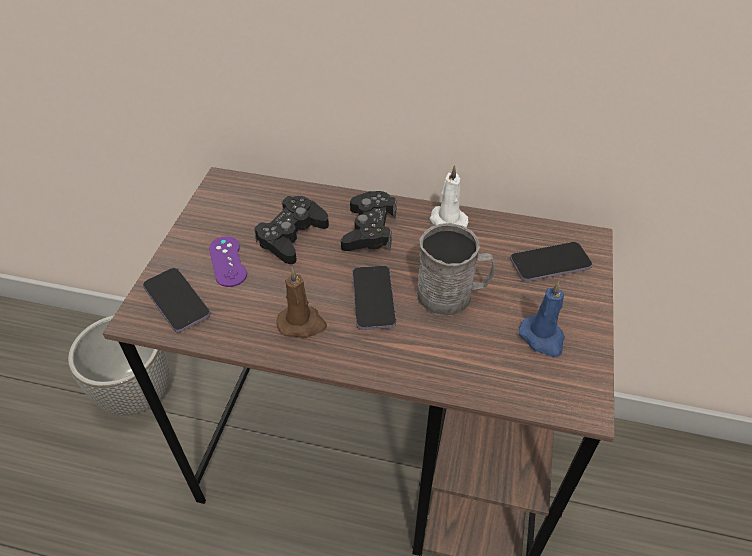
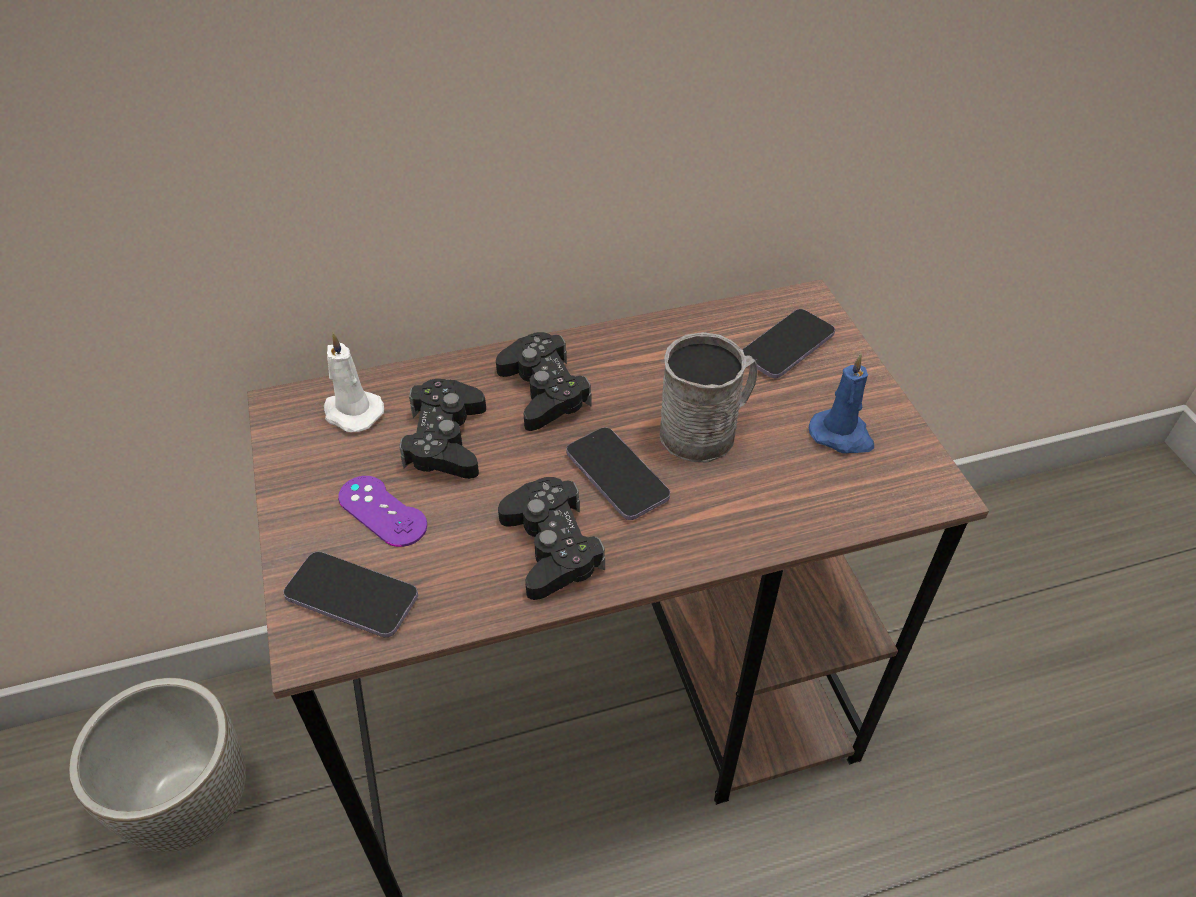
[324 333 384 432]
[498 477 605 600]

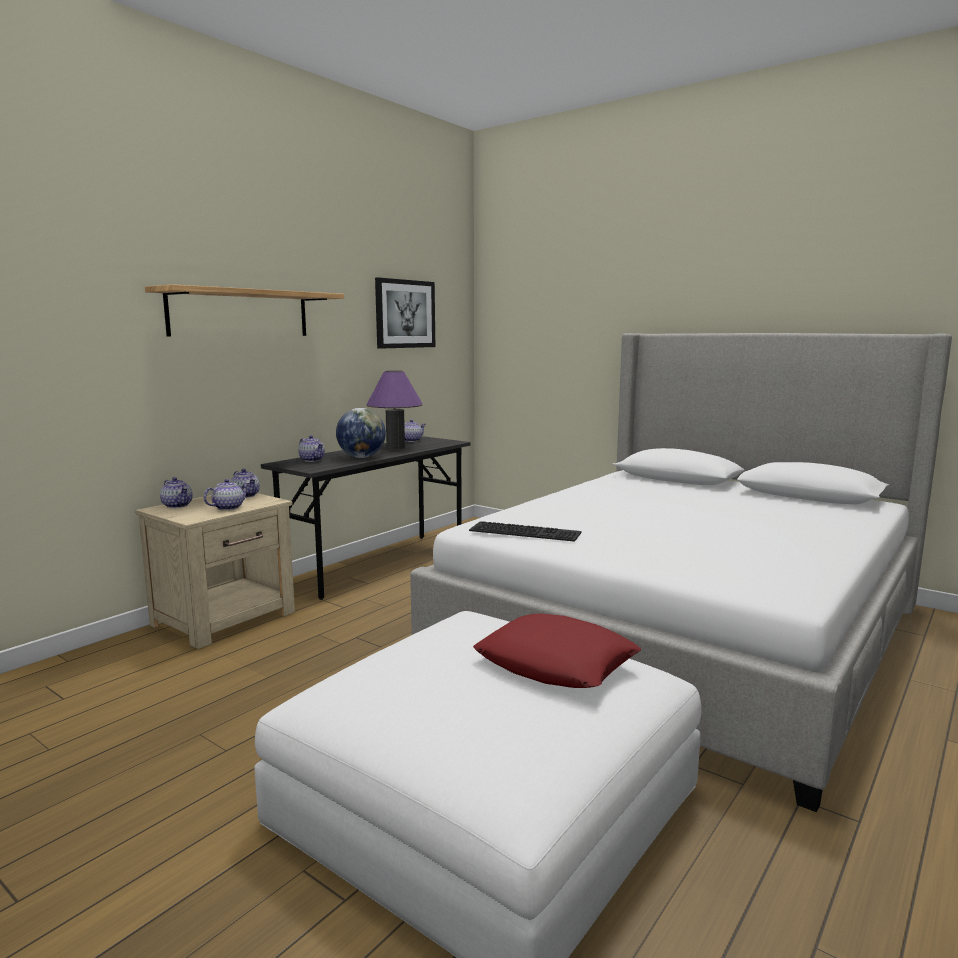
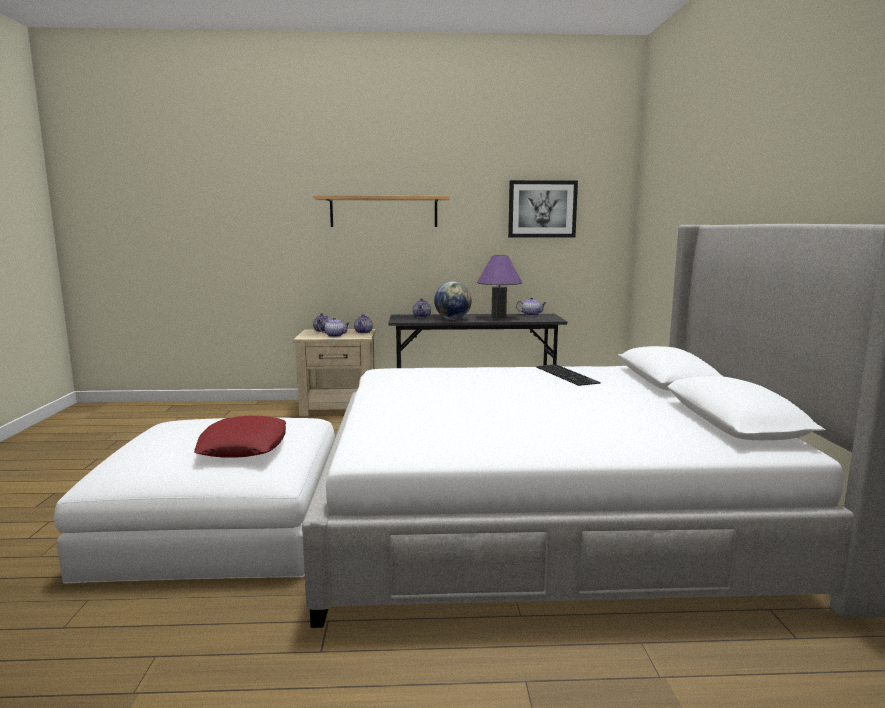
[536 364 601 386]

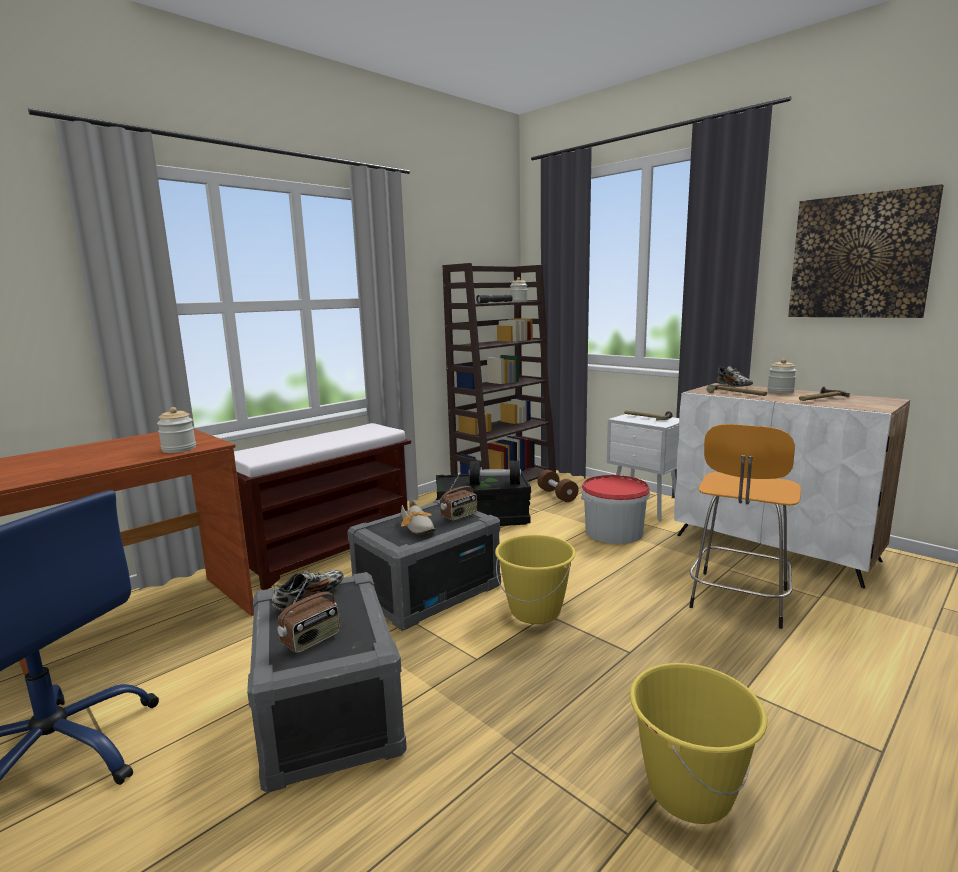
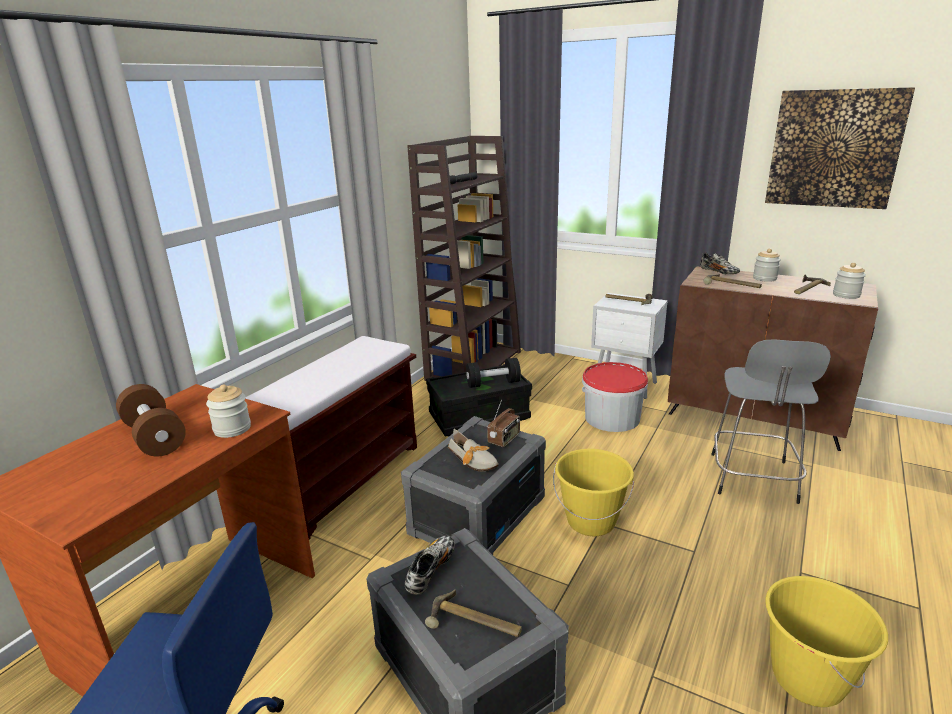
[833 262 866 299]
[668 266 878 451]
[711 339 831 504]
[116 384 186 457]
[425 589 522 637]

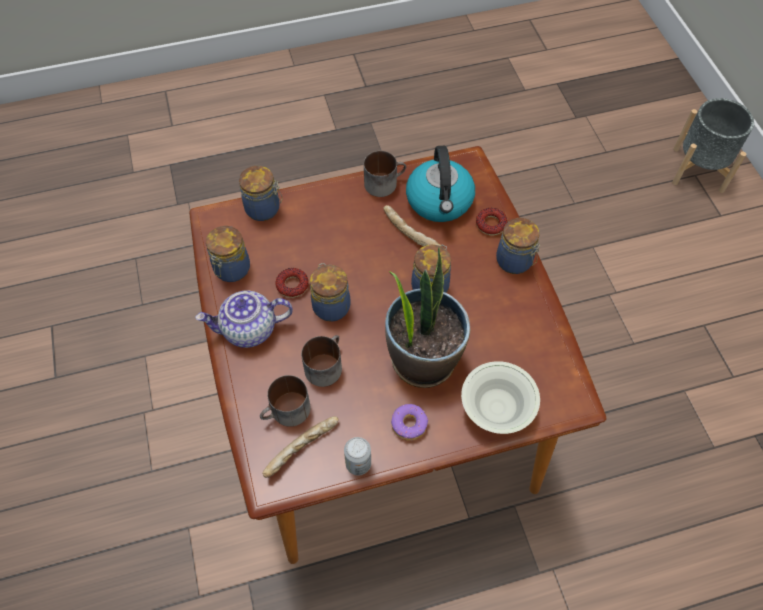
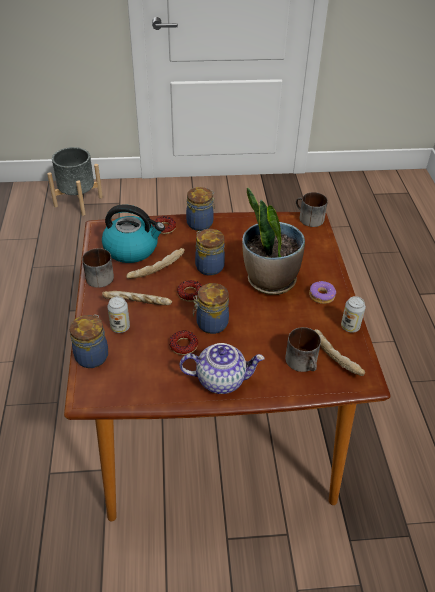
[206 226 250 282] (first image)
[179 343 265 394]
[296 192 328 227]
[461 361 540 434] (first image)
[177 280 202 302]
[102 291 172 305]
[107 296 130 333]

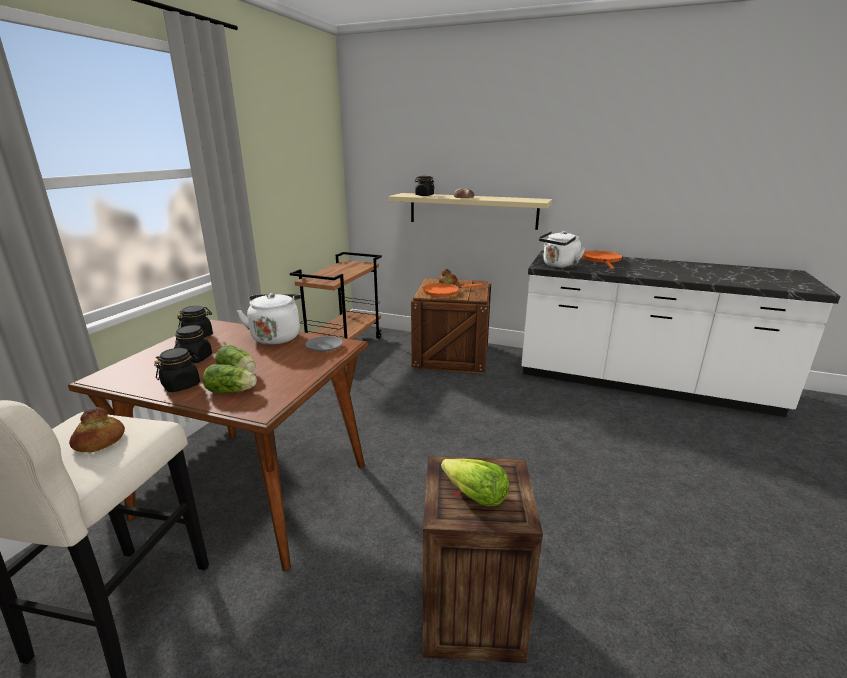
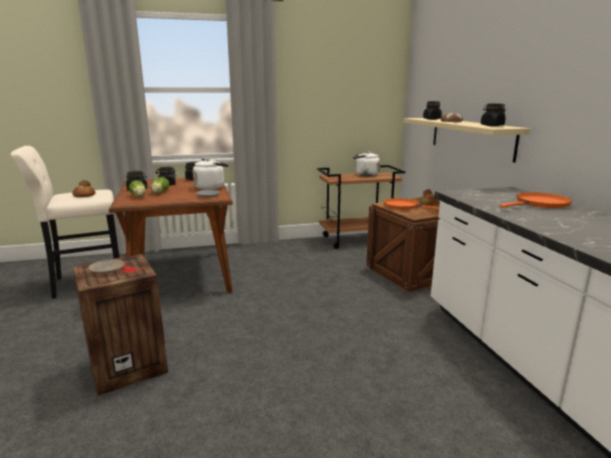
[353 152 380 176]
[88 259 125 274]
[481 103 506 126]

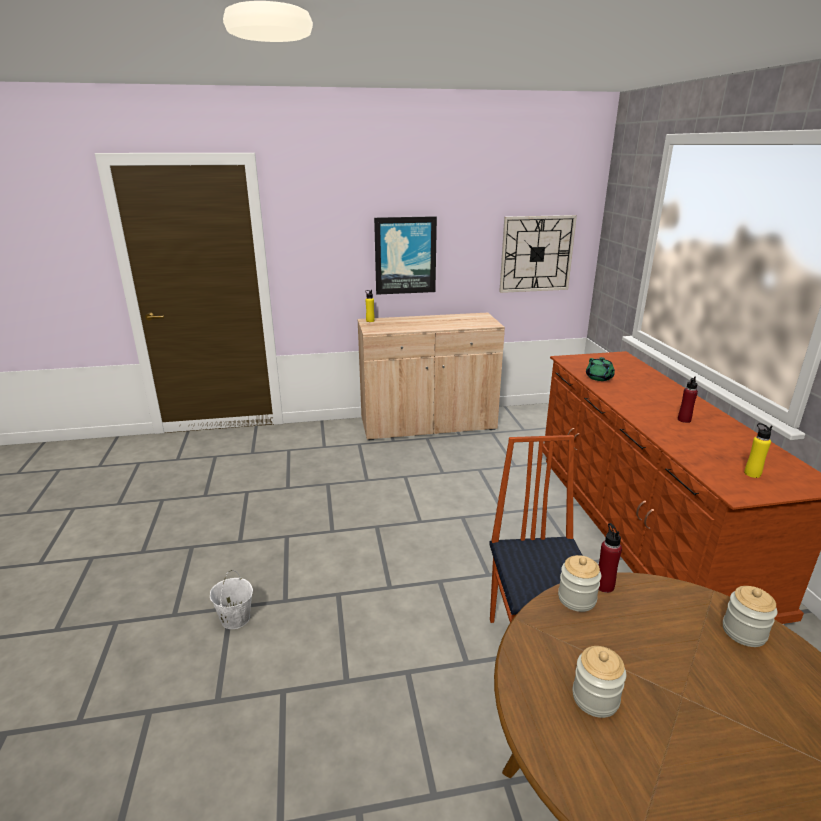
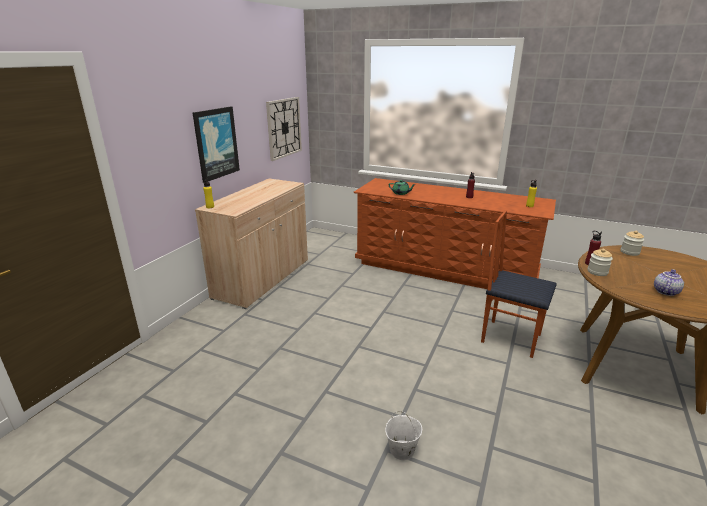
[654 269 684 296]

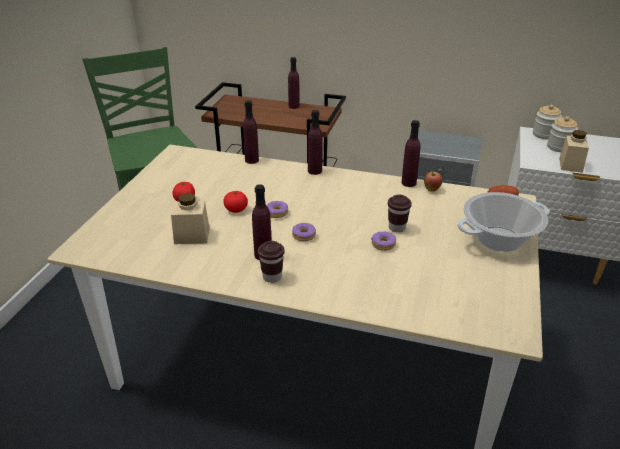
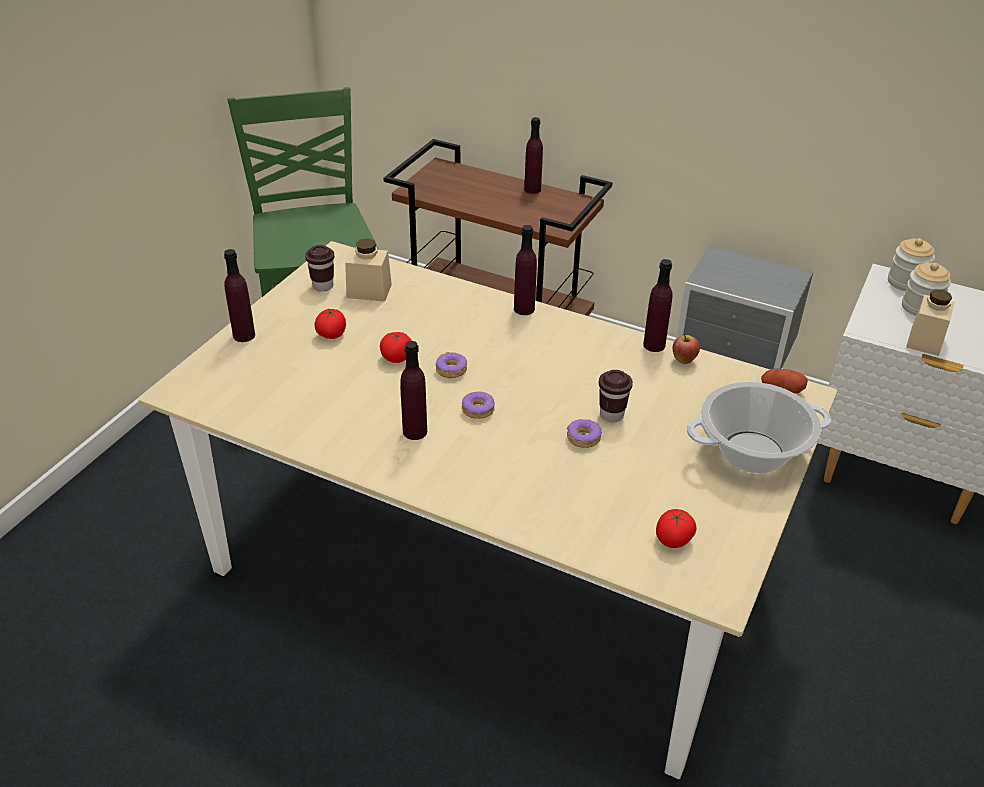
[224 249 255 342]
[345 238 392 302]
[305 245 334 292]
[656 509 697 548]

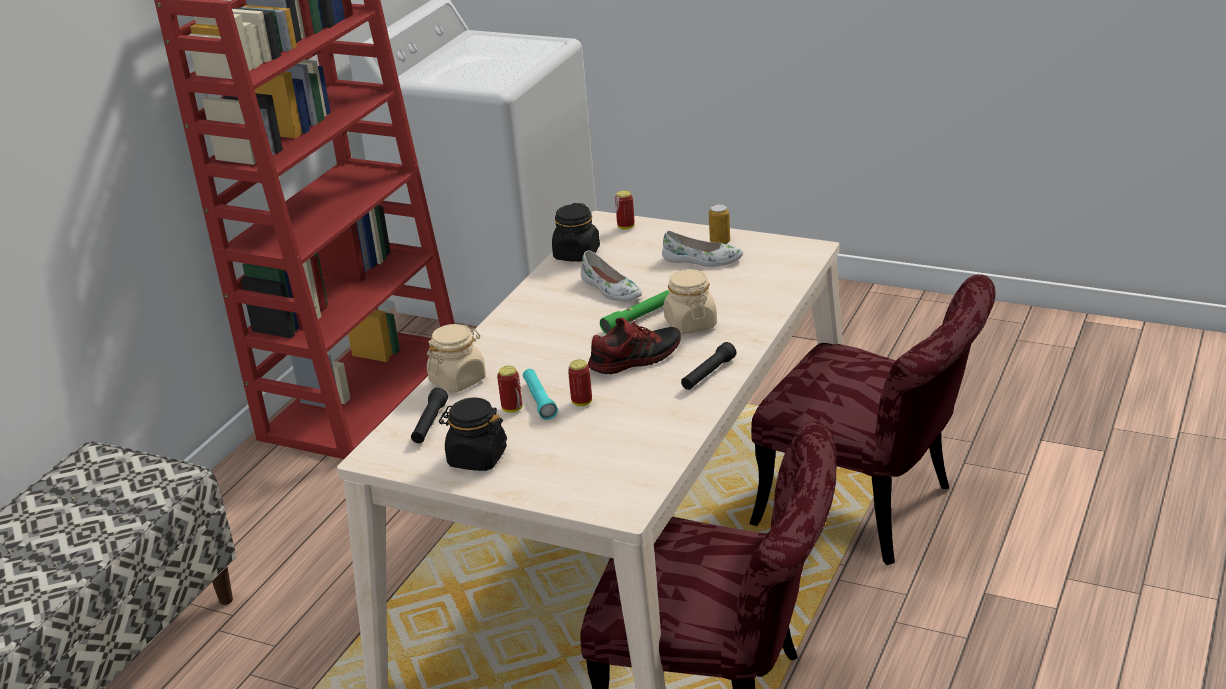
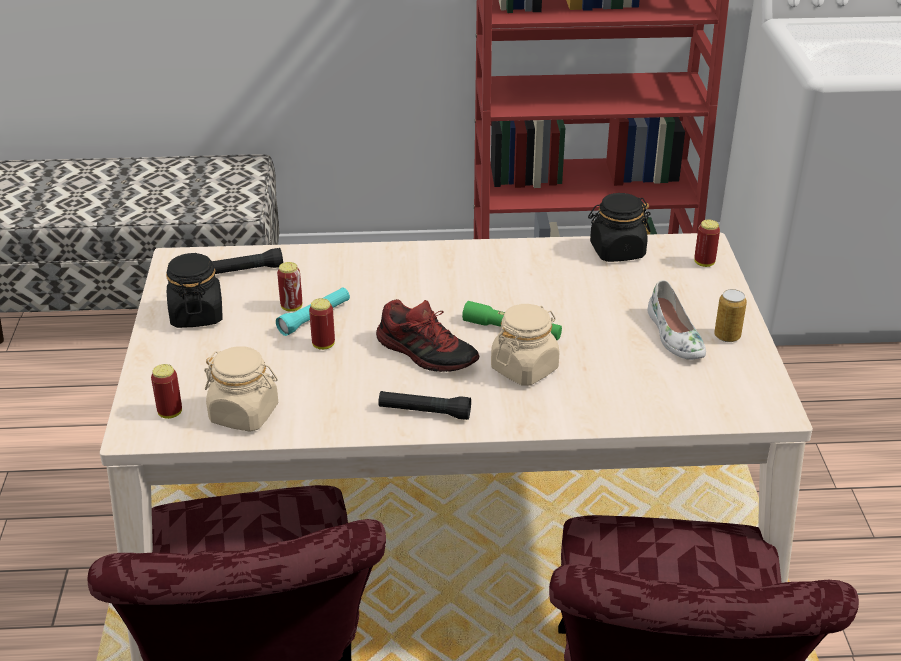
[581 250 642 301] (first image)
[204 346 278 432]
[151 364 182 419]

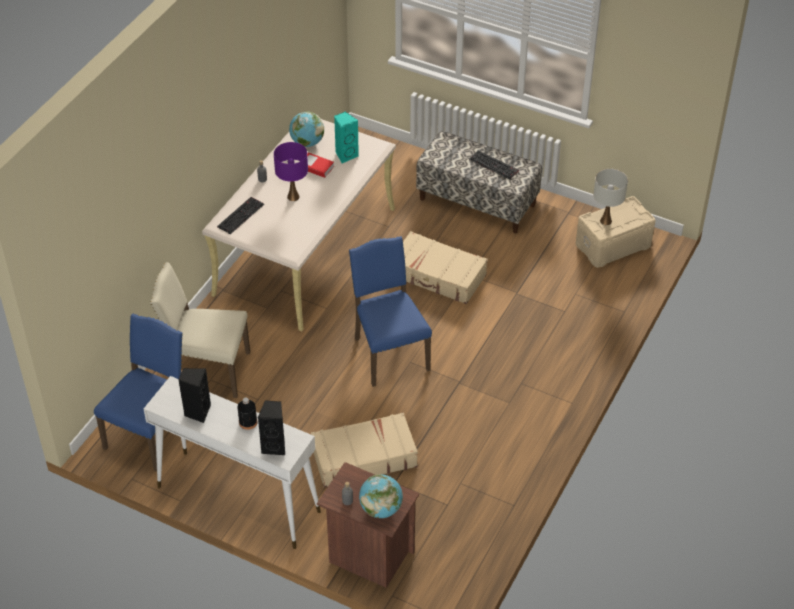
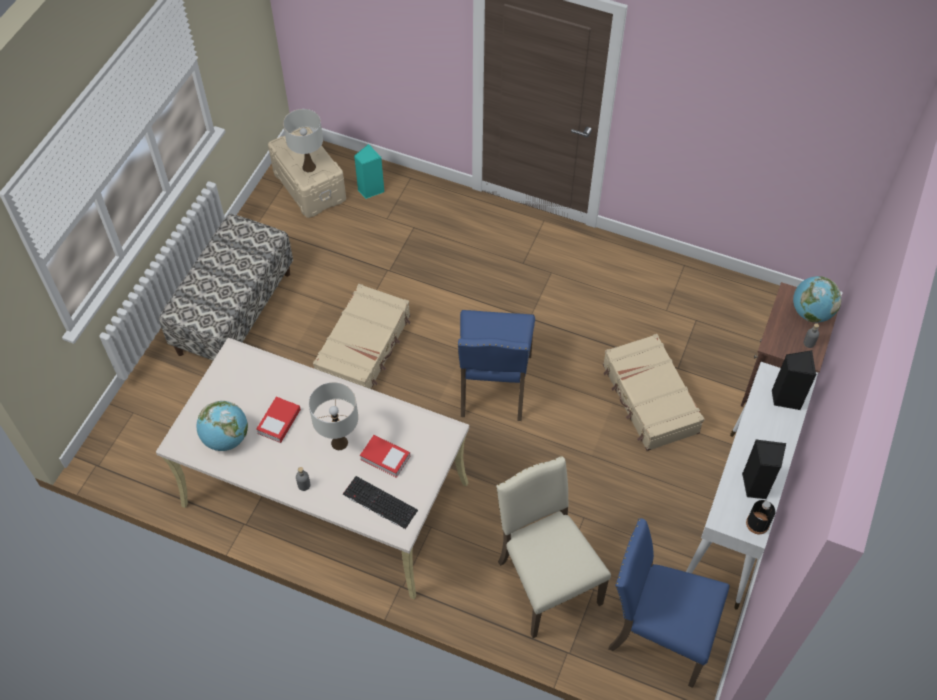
[354 144 384 199]
[309 382 358 450]
[469 151 519 179] (first image)
[458 310 535 421]
[496 456 611 638]
[746 500 776 534]
[360 435 410 478]

